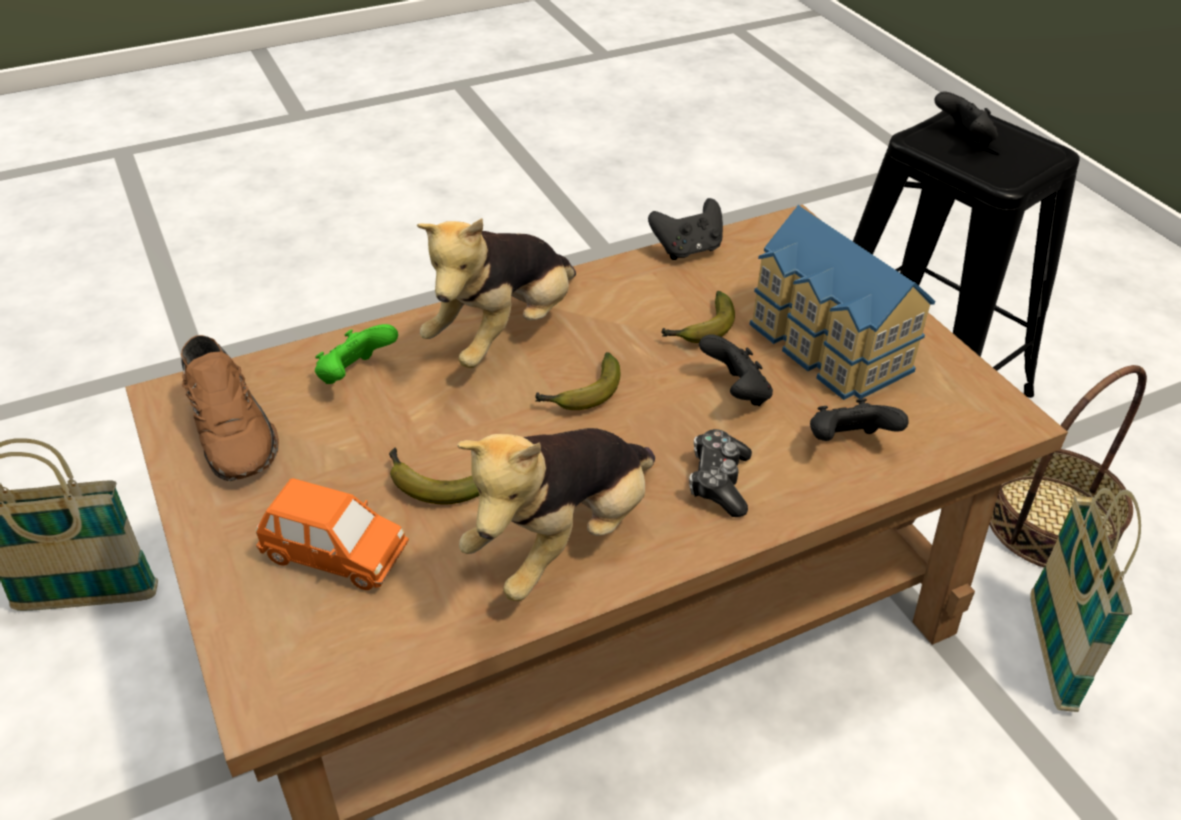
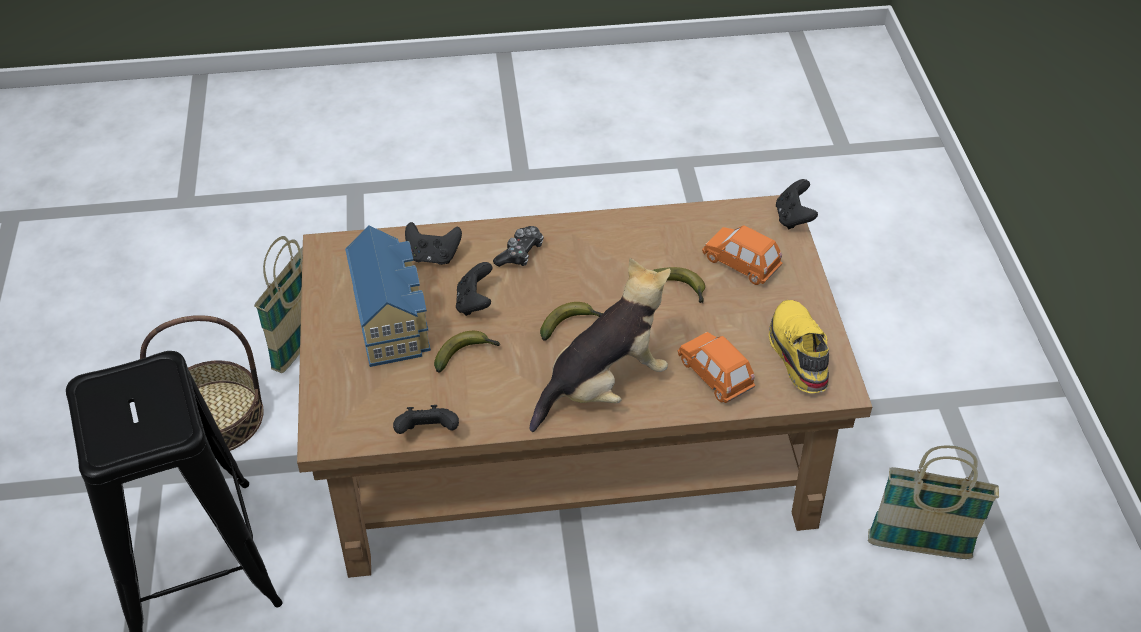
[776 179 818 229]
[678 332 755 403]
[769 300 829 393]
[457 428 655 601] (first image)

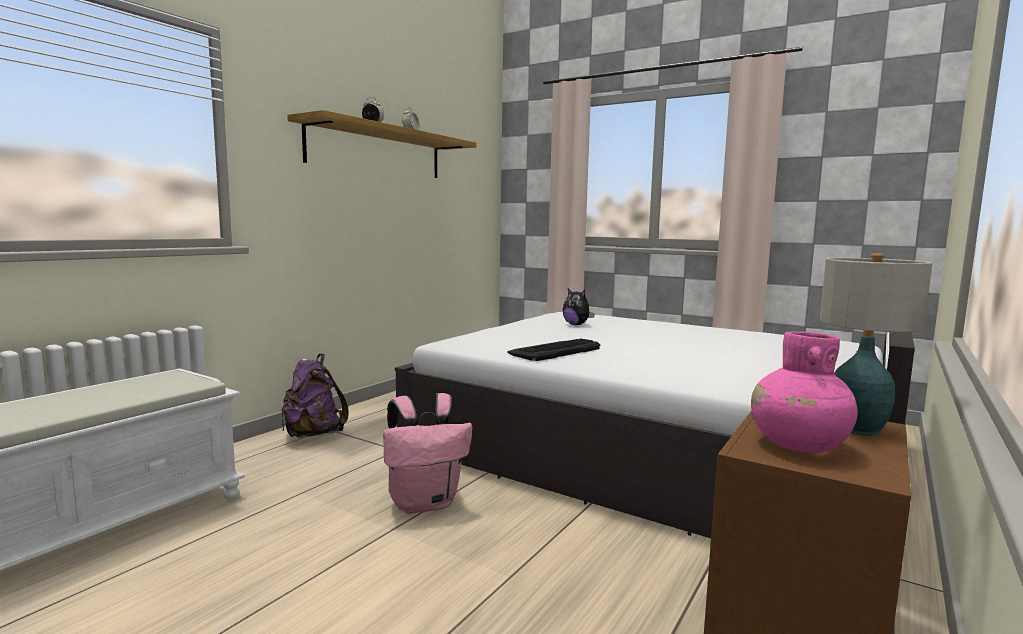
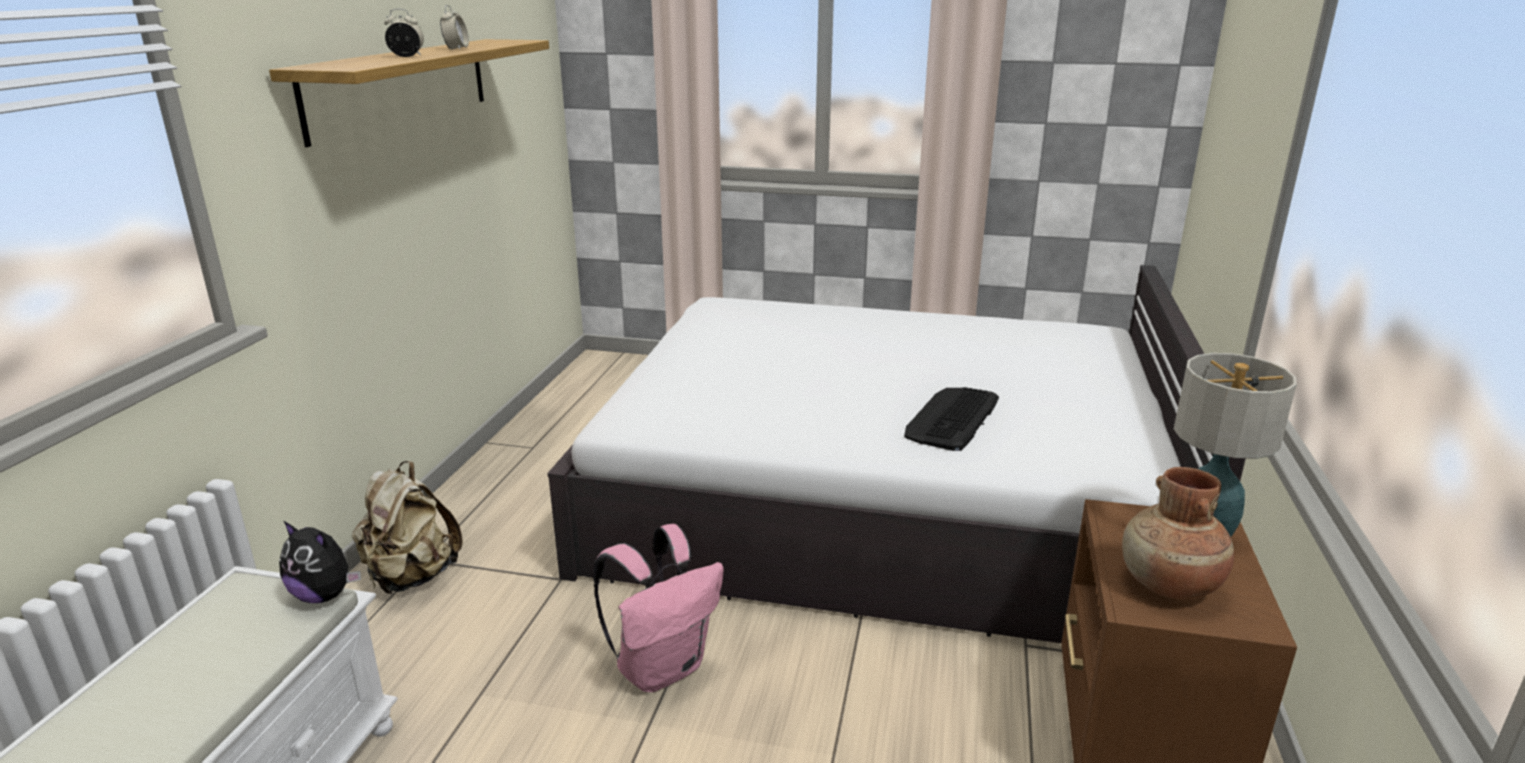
[279 521 361 603]
[1122 467 1234 600]
[904 387 999 451]
[352 461 463 594]

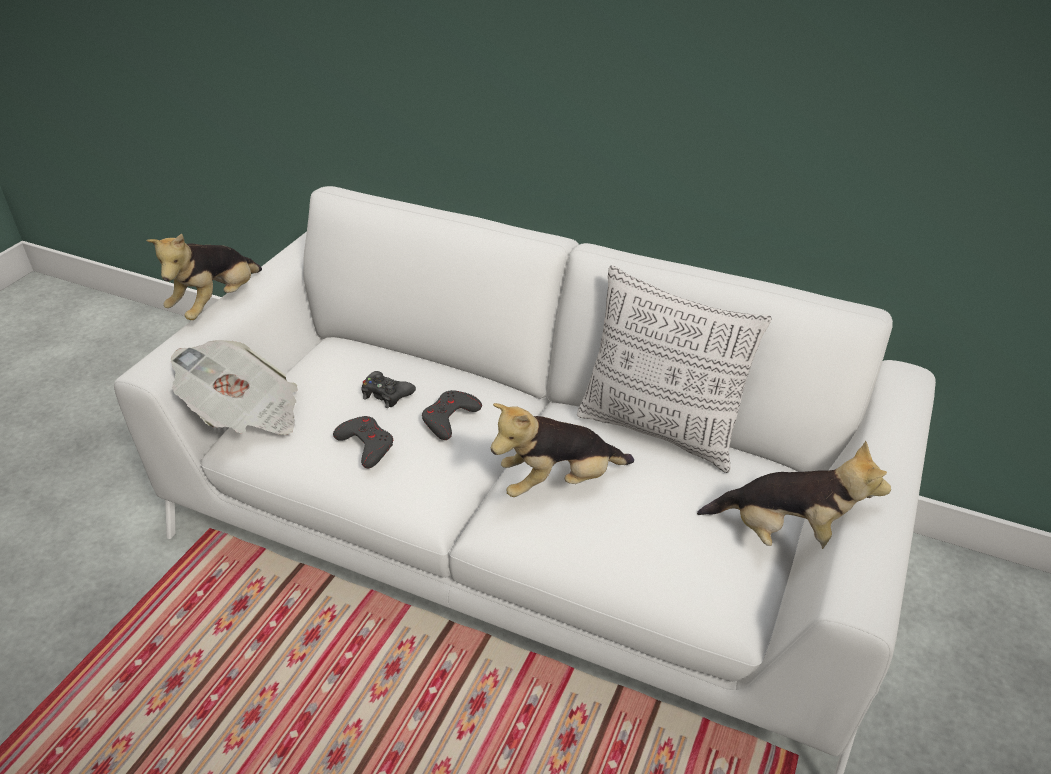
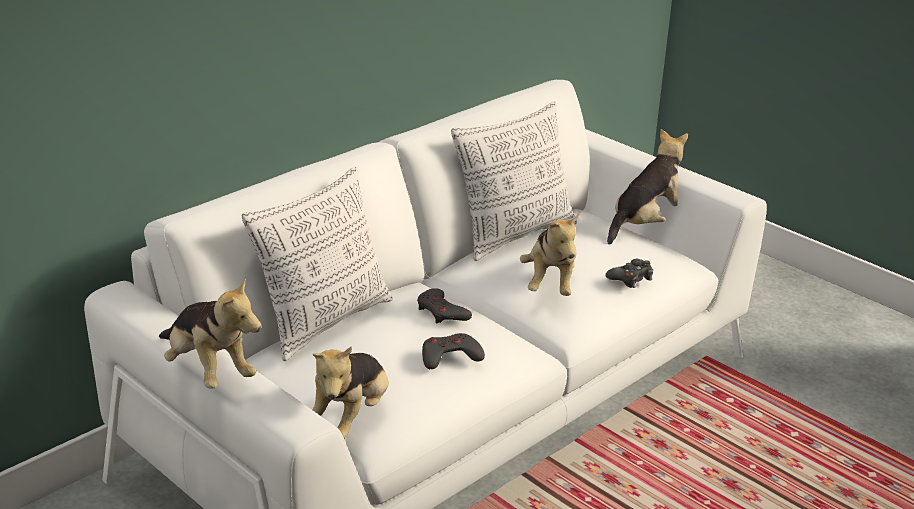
[312 346 389 439]
[605 259 653 288]
[242 167 393 361]

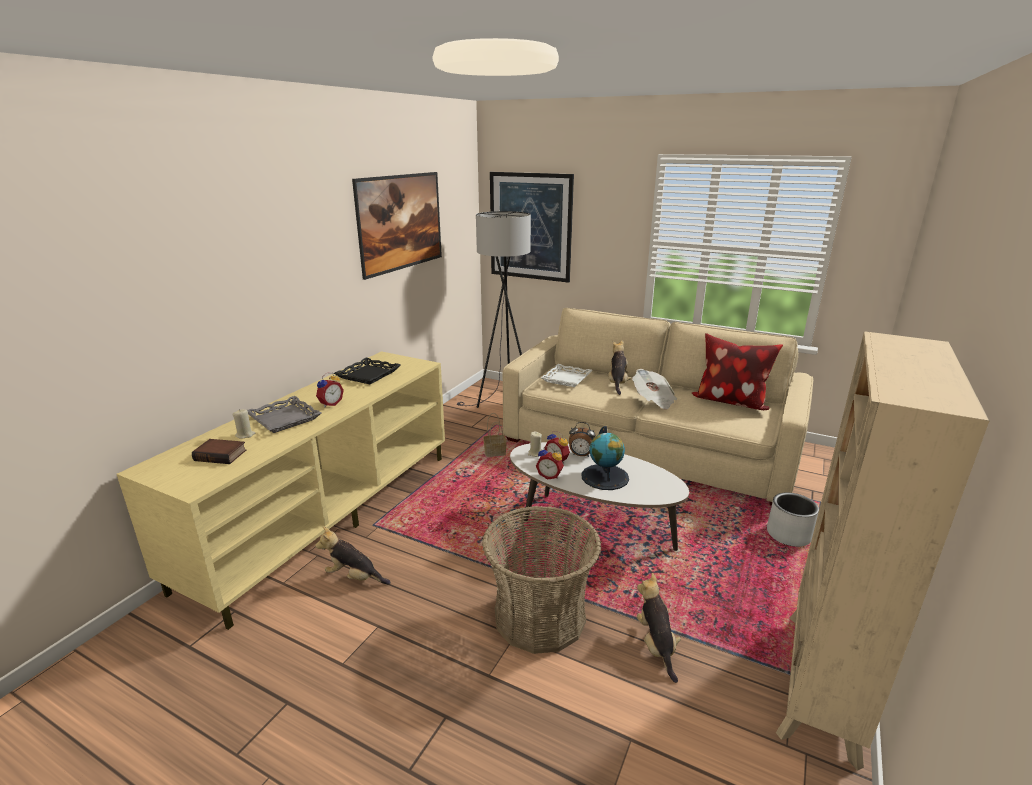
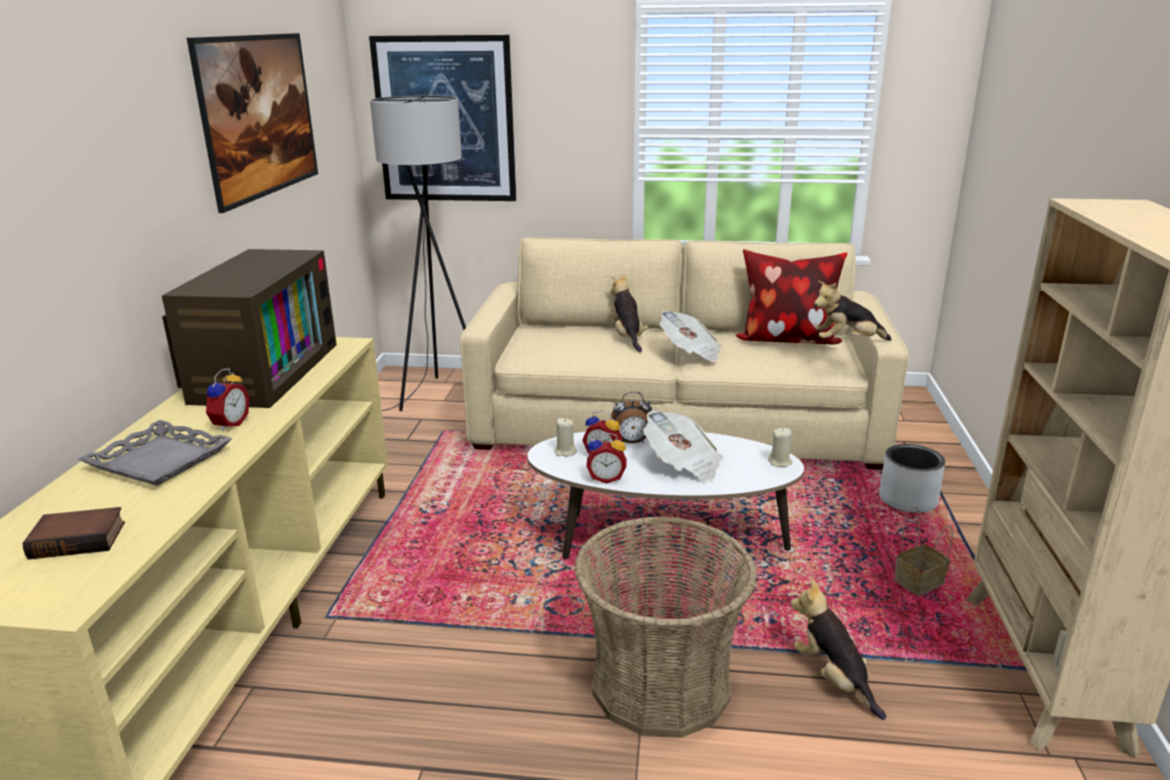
[162 249 337 408]
[541 364 593 387] (first image)
[768 428 792 467]
[895 506 953 596]
[643 410 723 482]
[814 281 892 341]

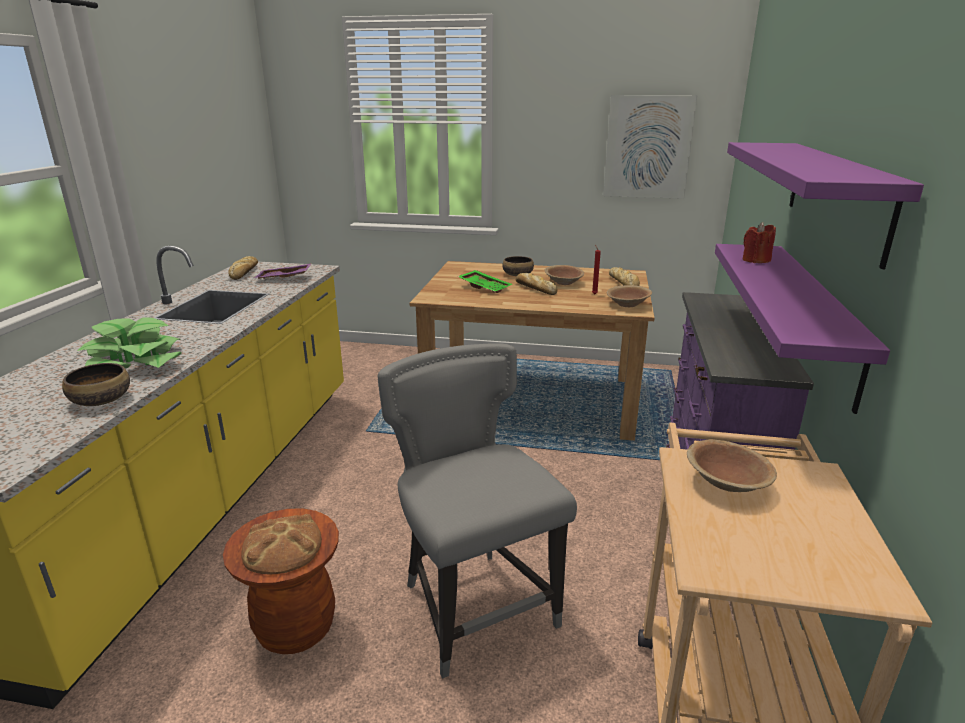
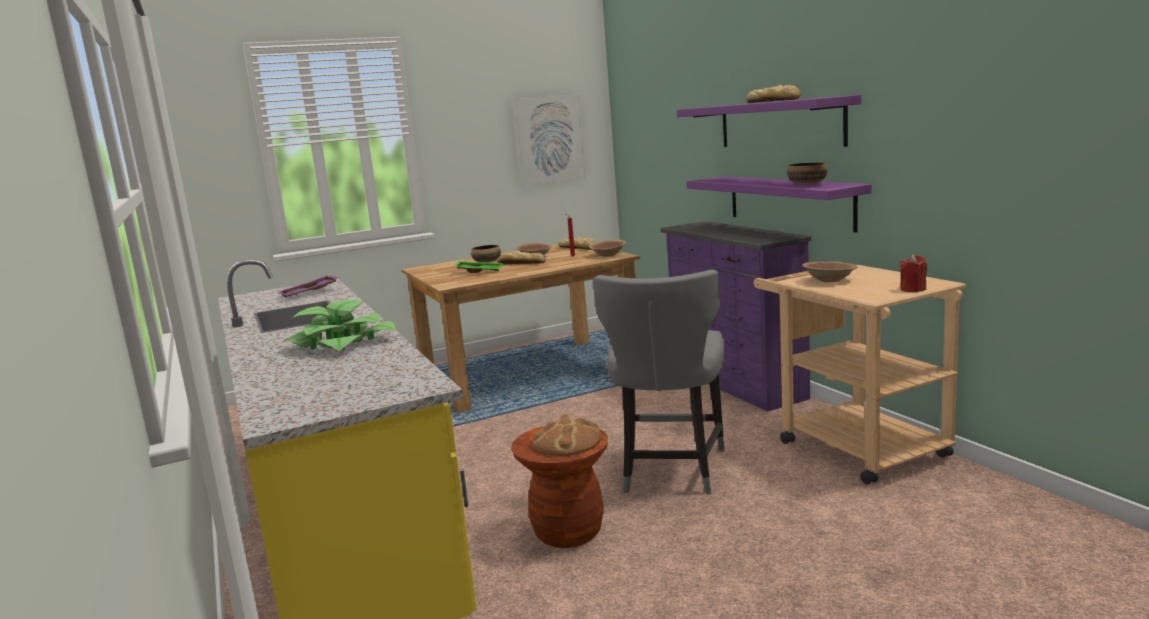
[900 254 927 292]
[746 85 801 103]
[593 269 725 495]
[787 162 828 184]

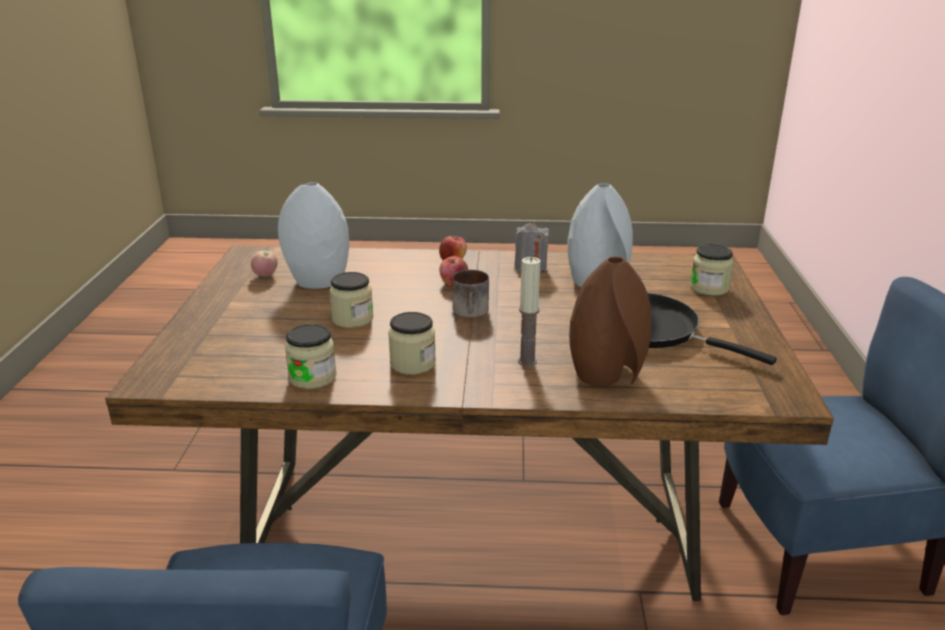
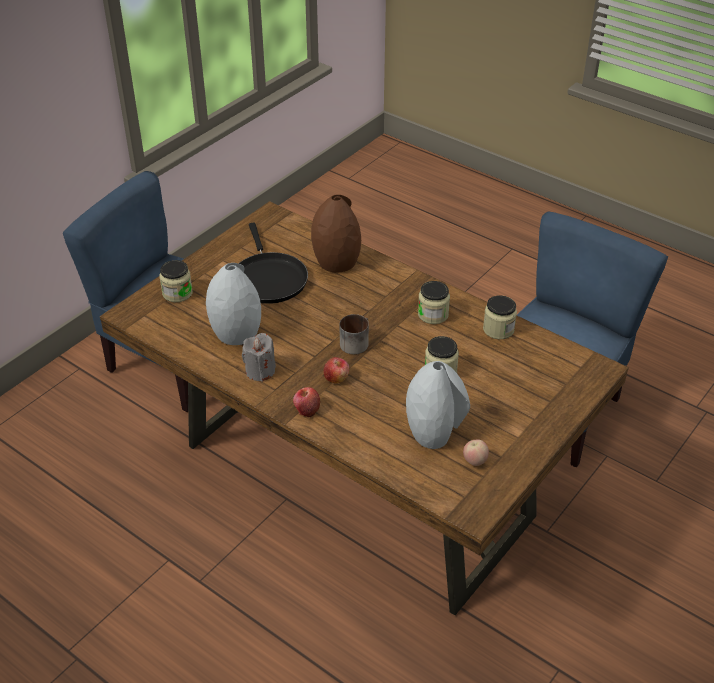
[518 257 540 367] (first image)

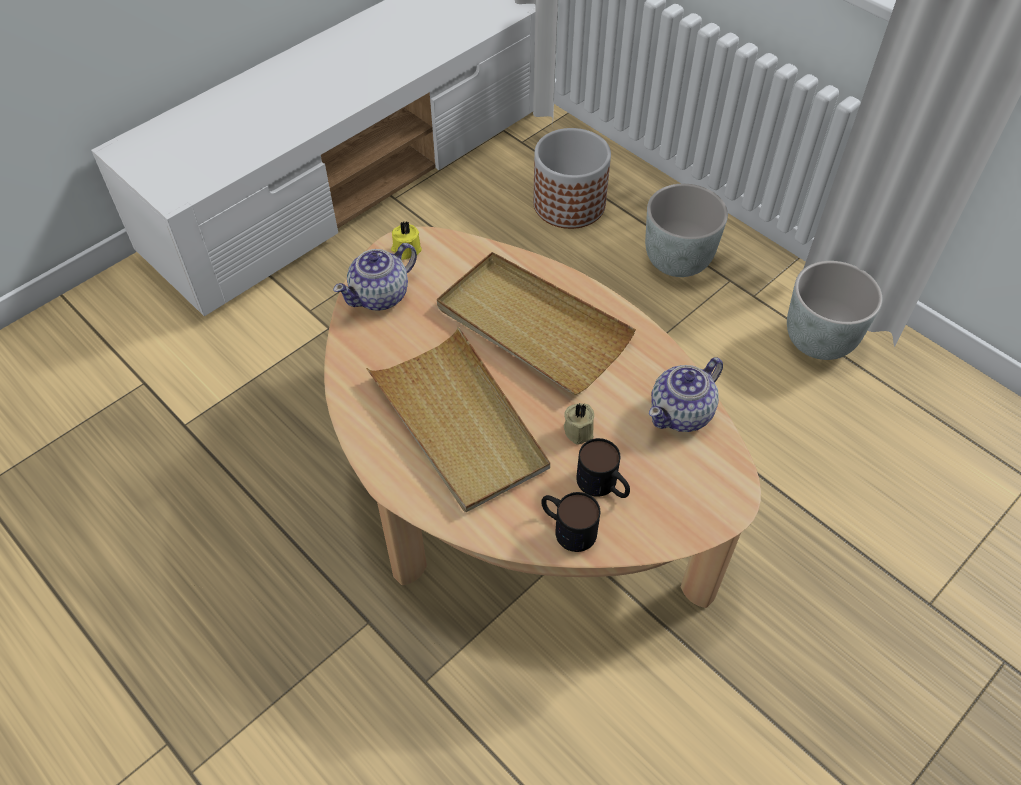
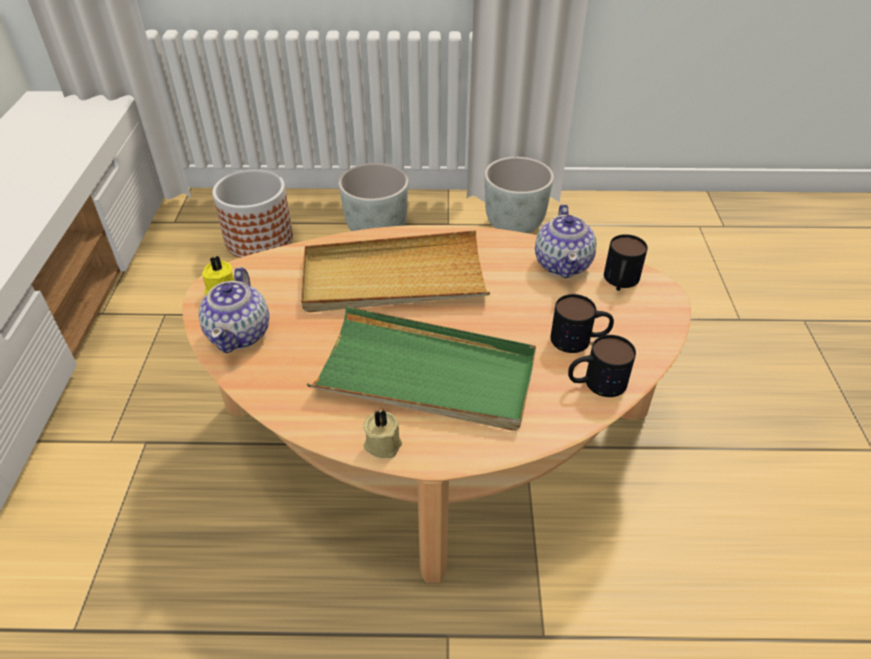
[307 306 536 431]
[363 409 402 458]
[604 234 648 291]

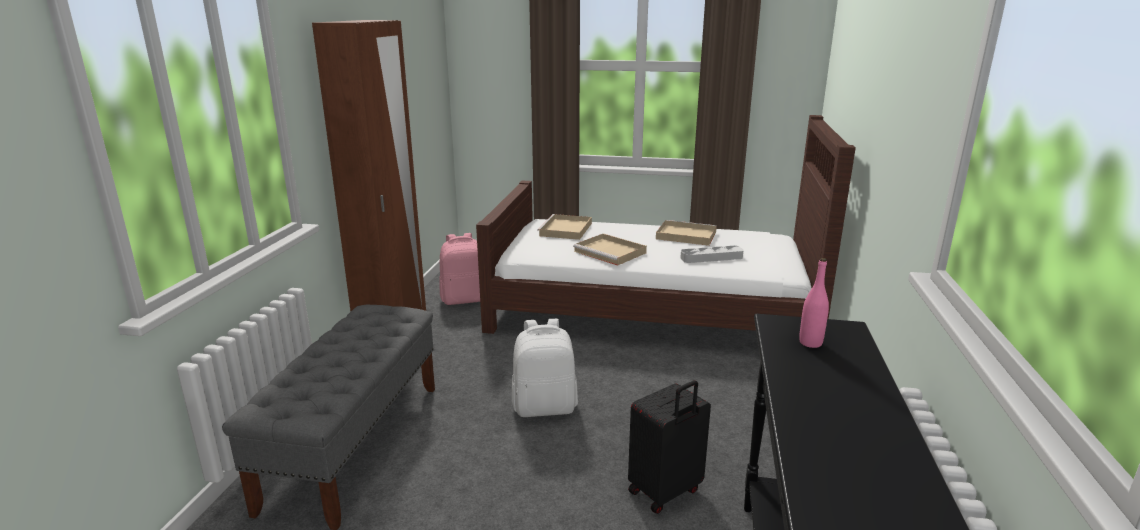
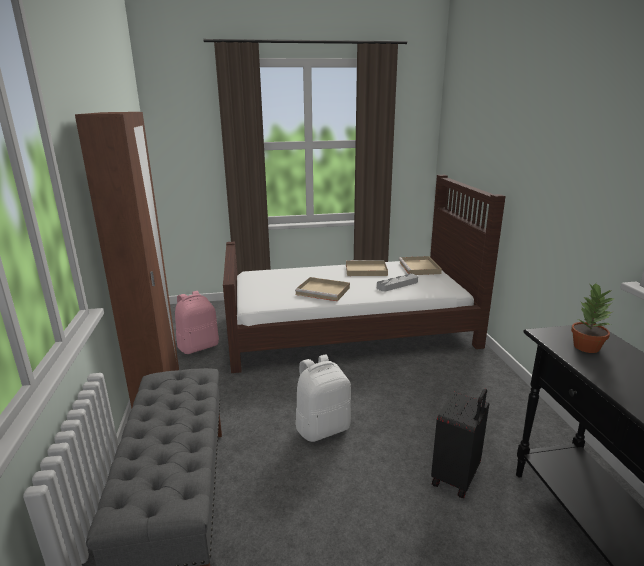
[399 256 442 275]
[571 284 614 353]

